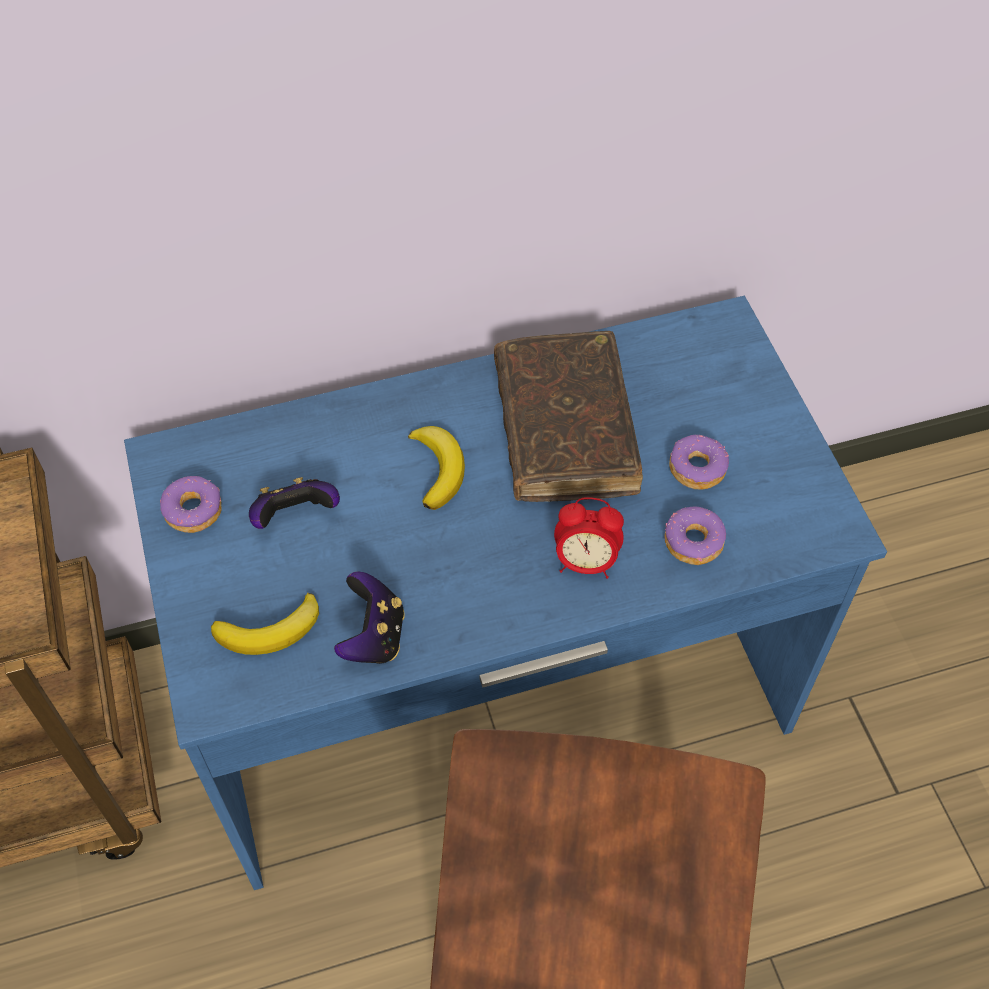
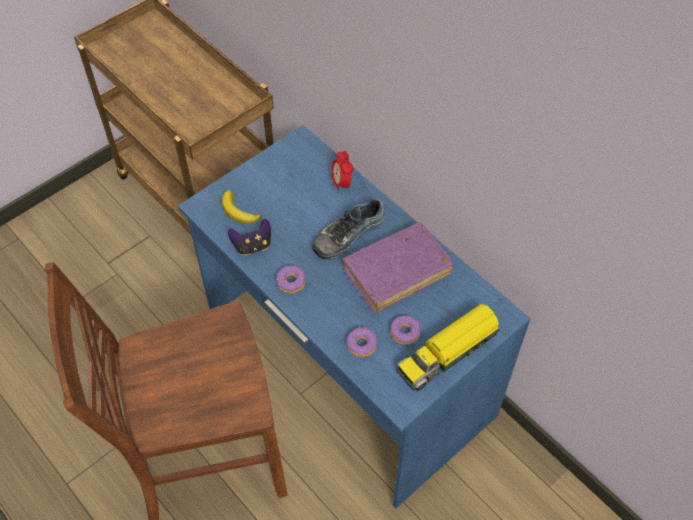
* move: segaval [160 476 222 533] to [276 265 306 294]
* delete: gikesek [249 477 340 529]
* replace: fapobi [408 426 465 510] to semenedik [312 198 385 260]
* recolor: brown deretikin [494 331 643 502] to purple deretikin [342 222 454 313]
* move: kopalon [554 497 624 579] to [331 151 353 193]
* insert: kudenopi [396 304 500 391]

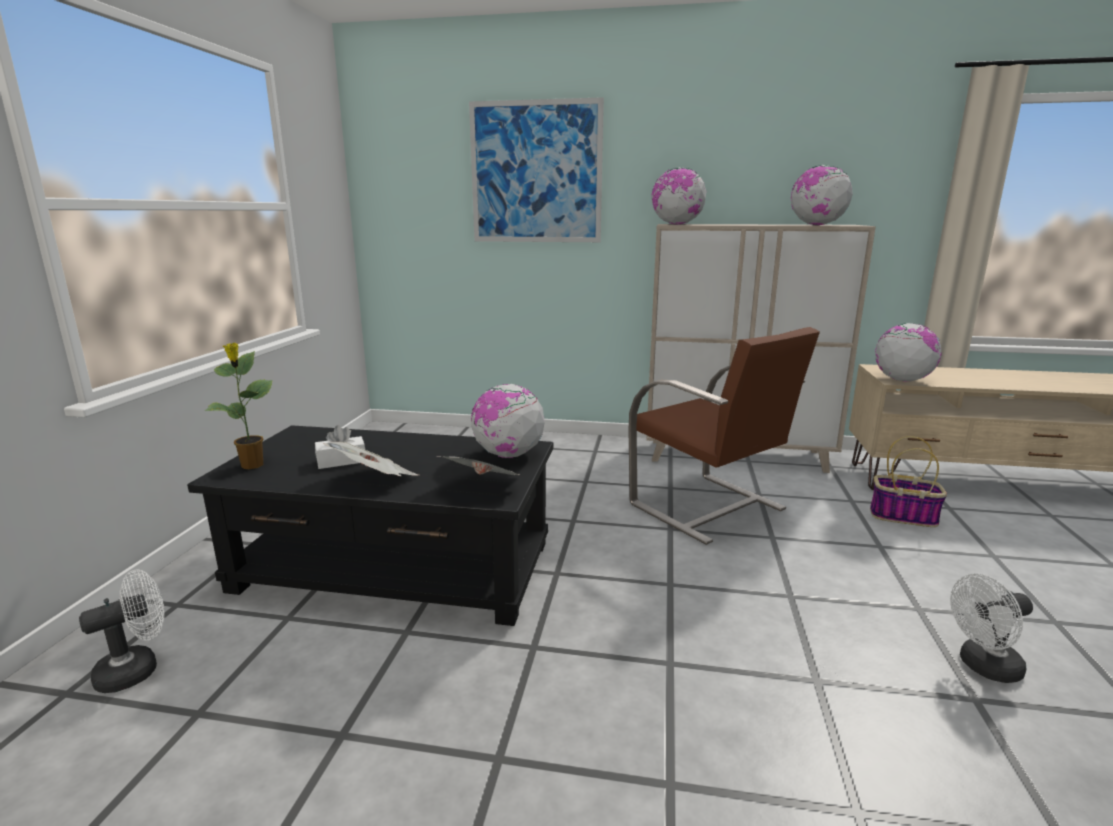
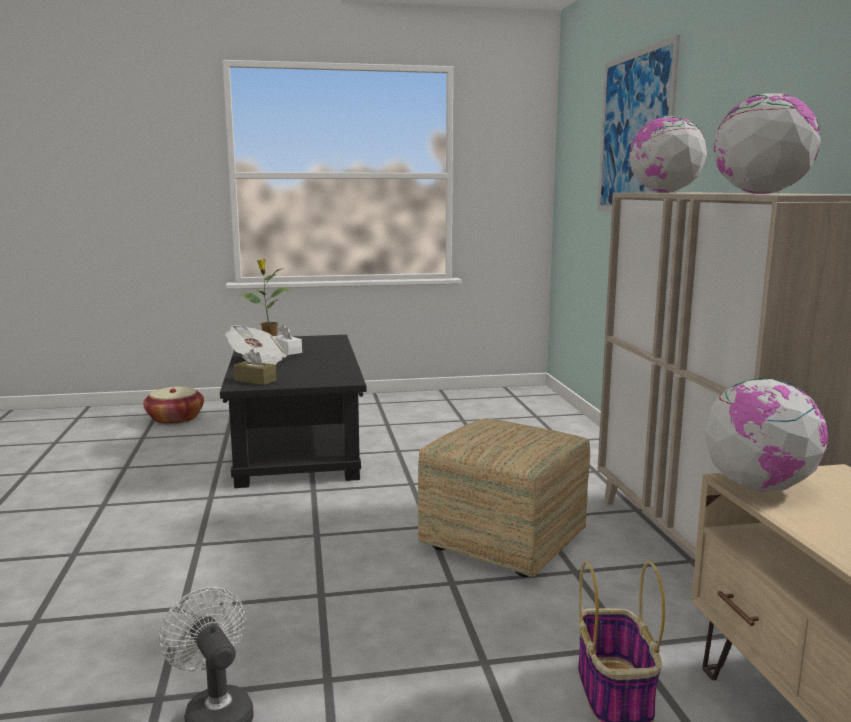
* replace: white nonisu [79 569 164 693] to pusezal [143 386 204 425]
* replace: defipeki [436 456 520 475] to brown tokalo [233 349 276 385]
* delete: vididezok [471 384 545 458]
* replace: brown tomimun [628 327 820 545] to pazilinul [418 419 590 577]

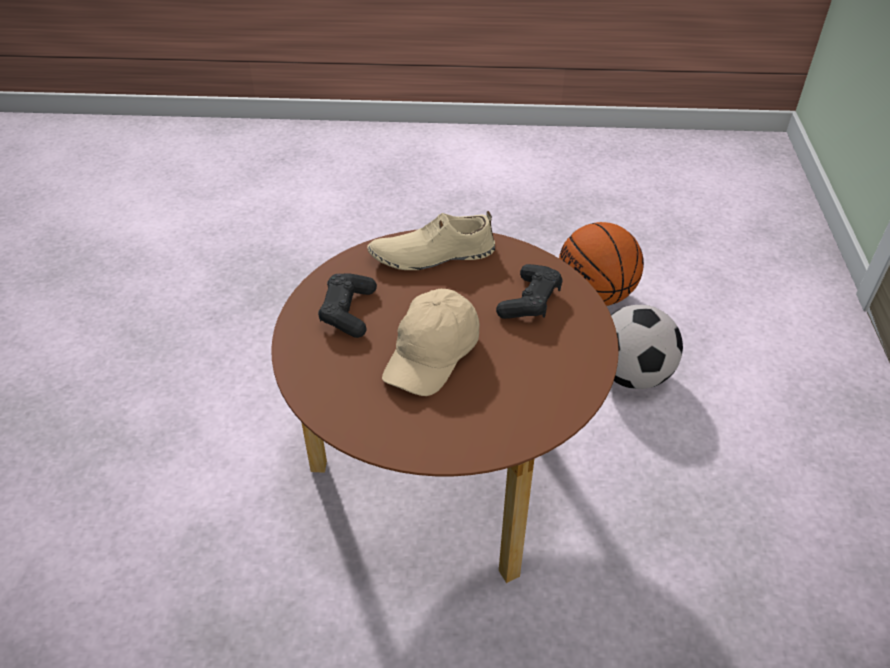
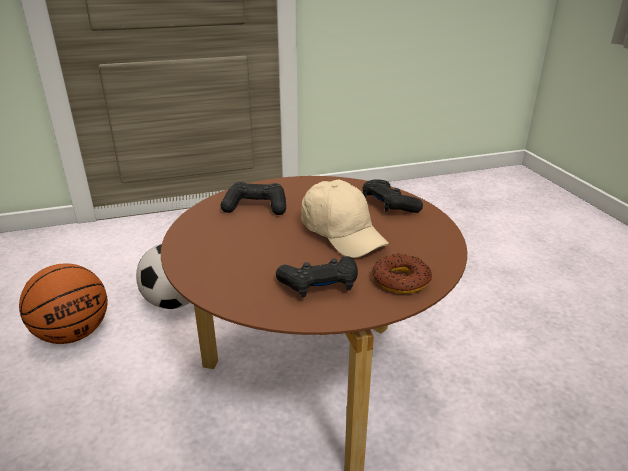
* delete: beige semenedik [367 211 495 270]
* rotate: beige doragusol [382 289 480 396] = [301 180 389 258] 45 degrees clockwise
* insert: black gikesek [363 179 423 213]
* insert: segaval [372 253 432 294]

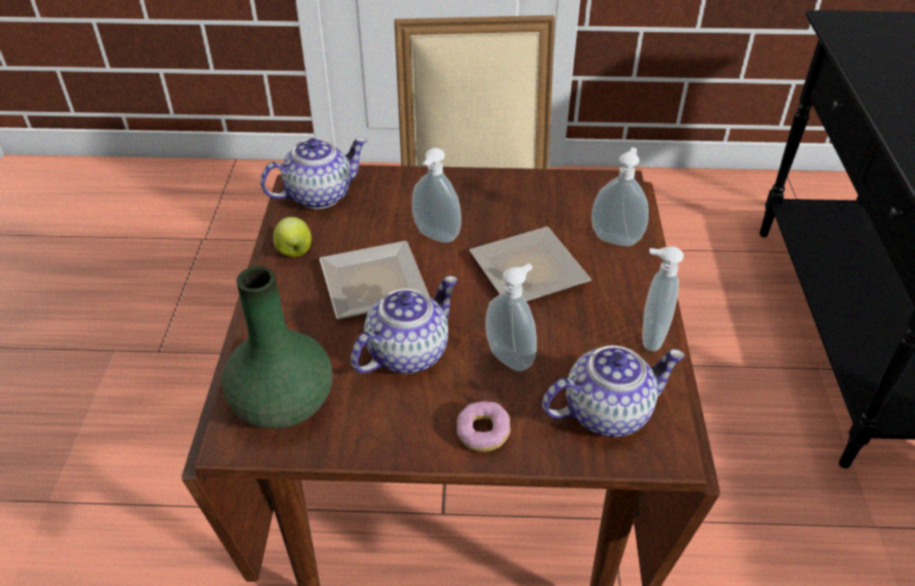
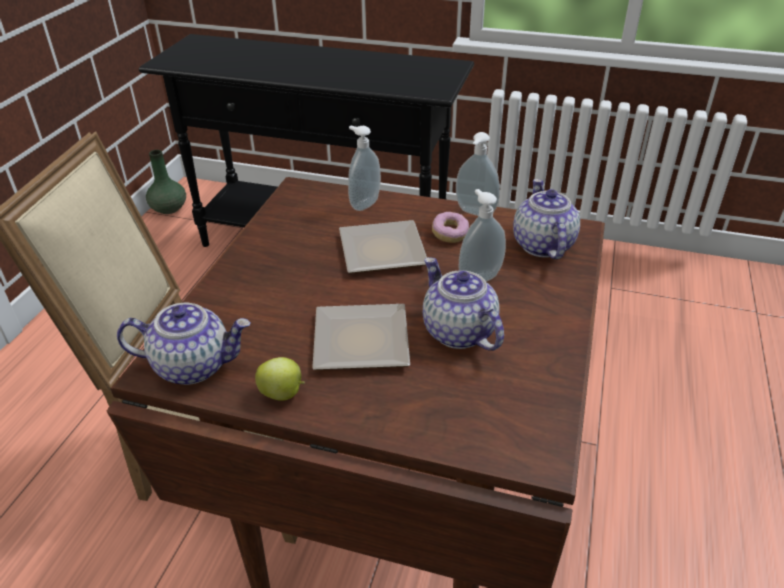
* move: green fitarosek [222 266 333 429] to [146 150 186 214]
* rotate: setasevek [260 137 368 209] = [117 303 251 385] 105 degrees clockwise
* delete: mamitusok [412 148 461 243]
* move: segaval [457 401 510 452] to [432 212 469 243]

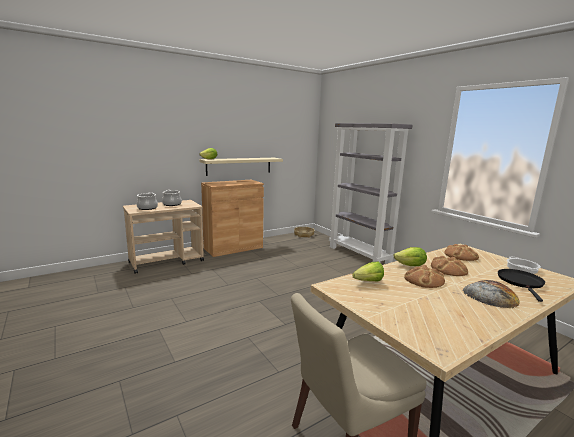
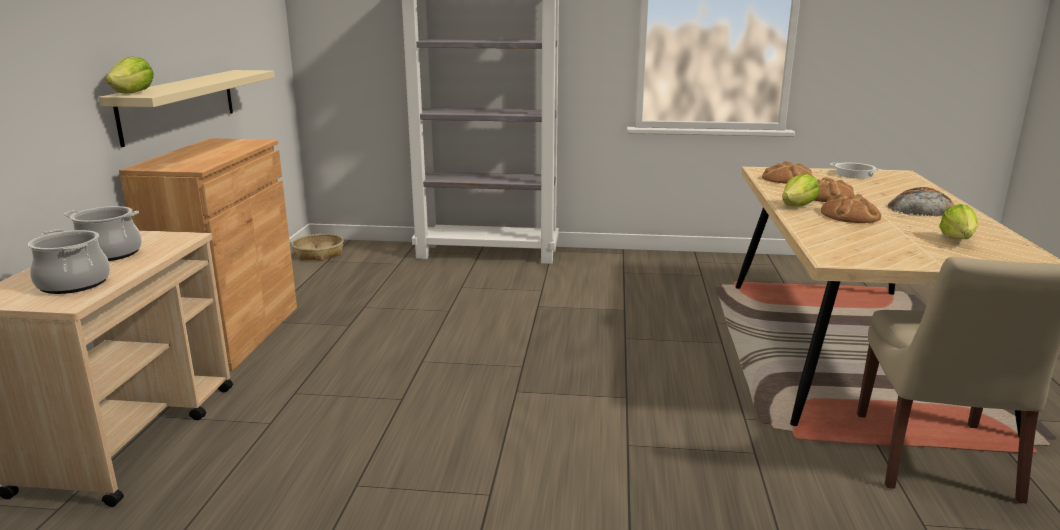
* move: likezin [352 262 384 281] to [939 204 978 239]
* delete: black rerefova [498 269 545 302]

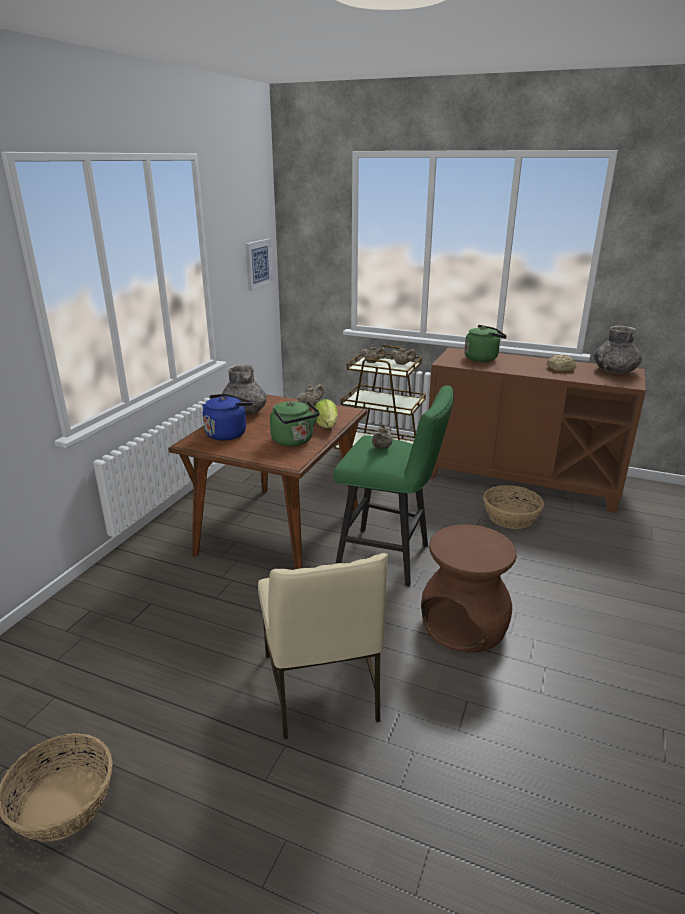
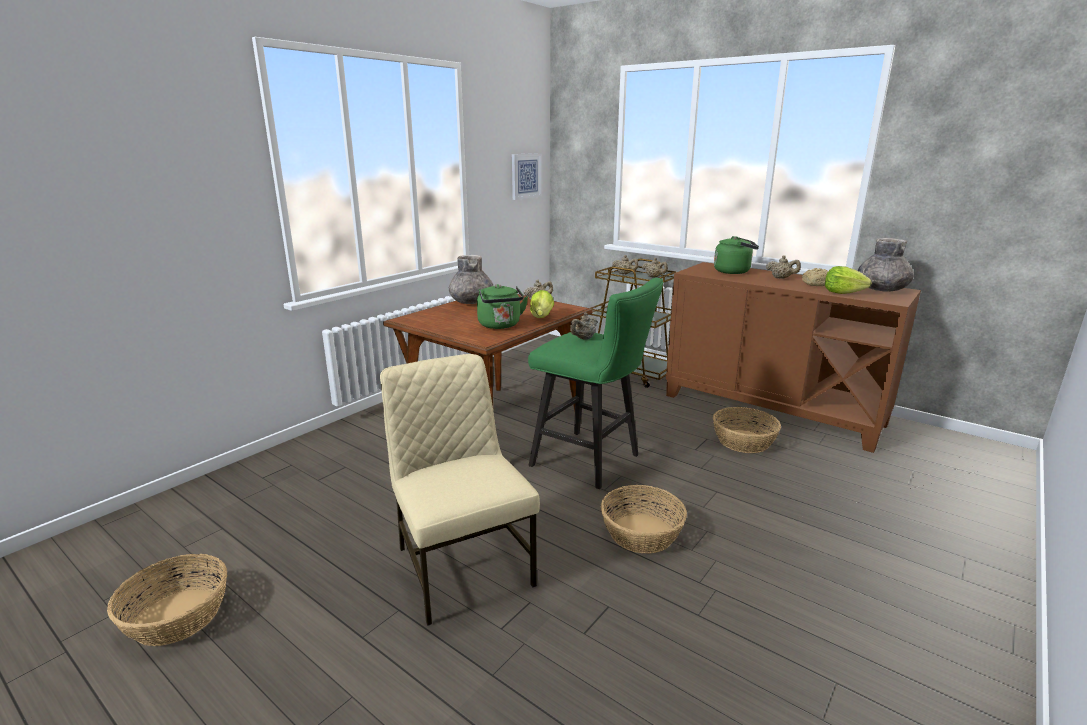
* delete: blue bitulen [202 394 253 440]
* rotate: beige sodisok [258 553 388 739] = [380 354 540 626] 150 degrees clockwise
* replace: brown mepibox [421 525 517 653] to pusezal [601 485 687 554]
* insert: beige setasevek [766 256 801 279]
* insert: likezin [825 266 872 294]

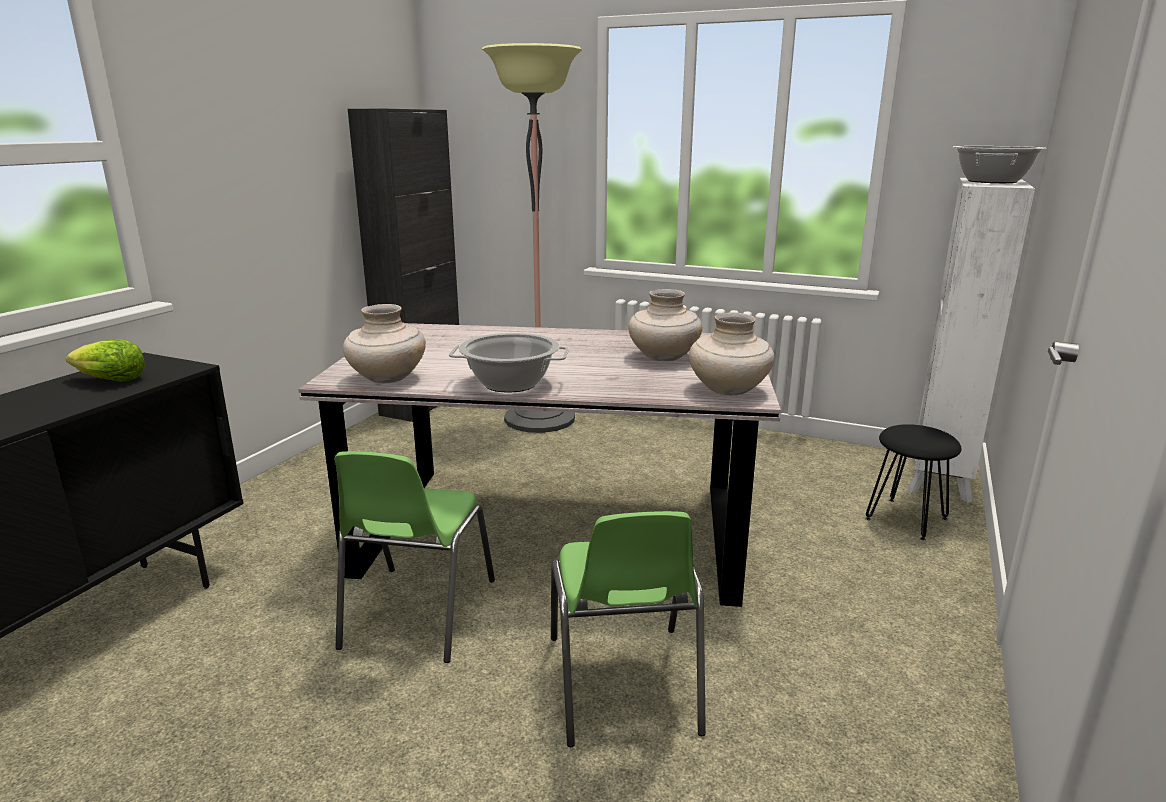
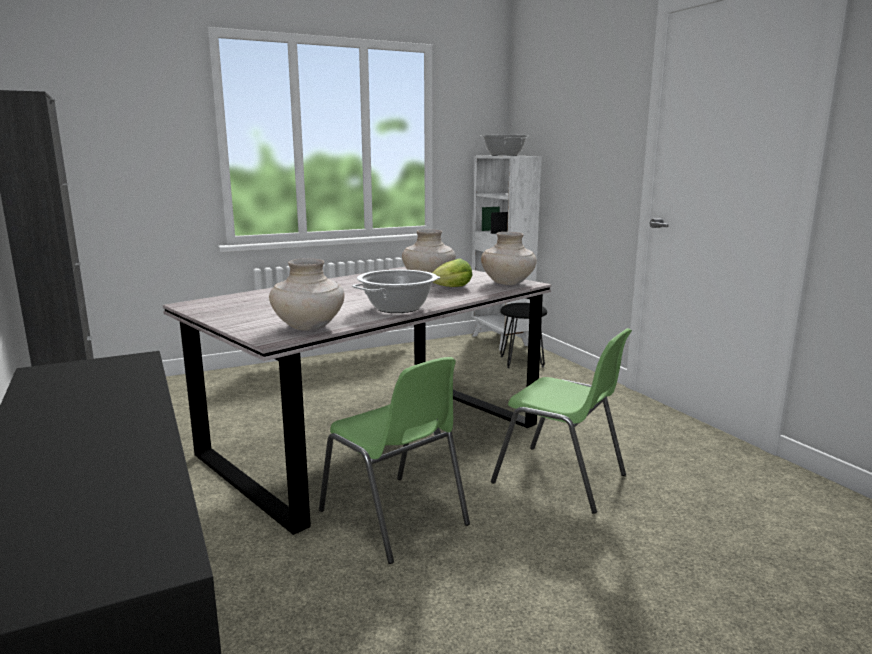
* move: likezin [66 339 146 382] to [432 258 472 287]
* delete: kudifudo [482 43 582 433]

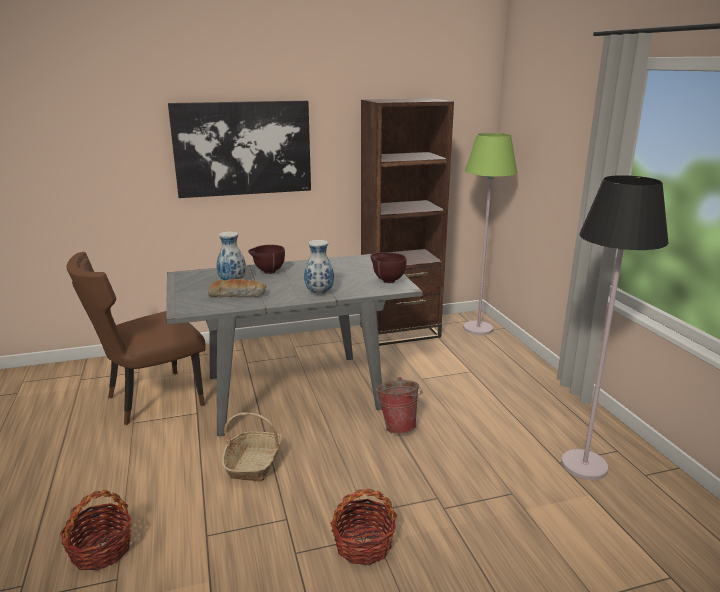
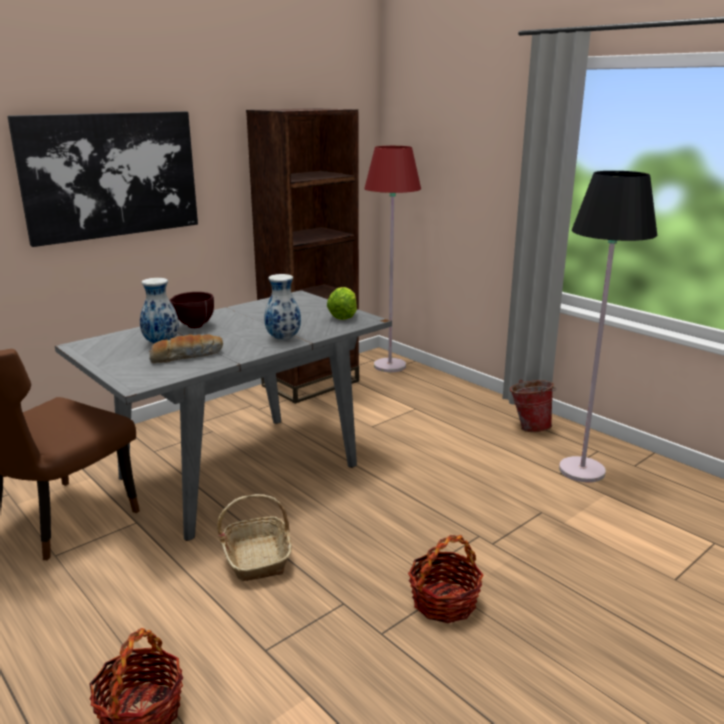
* replace: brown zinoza [371 252 407 283] to likezin [327 287 357 320]
* move: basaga [376 377 423 434] to [510 380 557 432]
* recolor: green kudifudo [464 133 517 335] to red kudifudo [364 146 421 372]

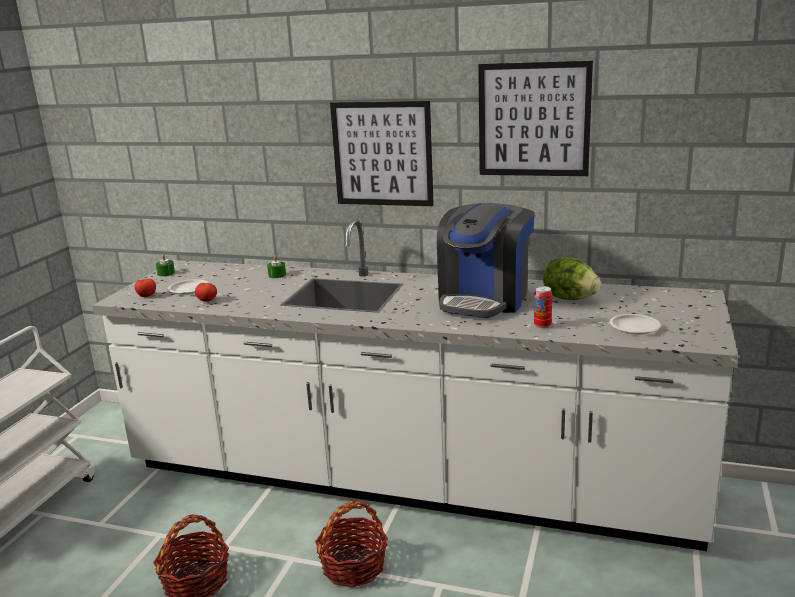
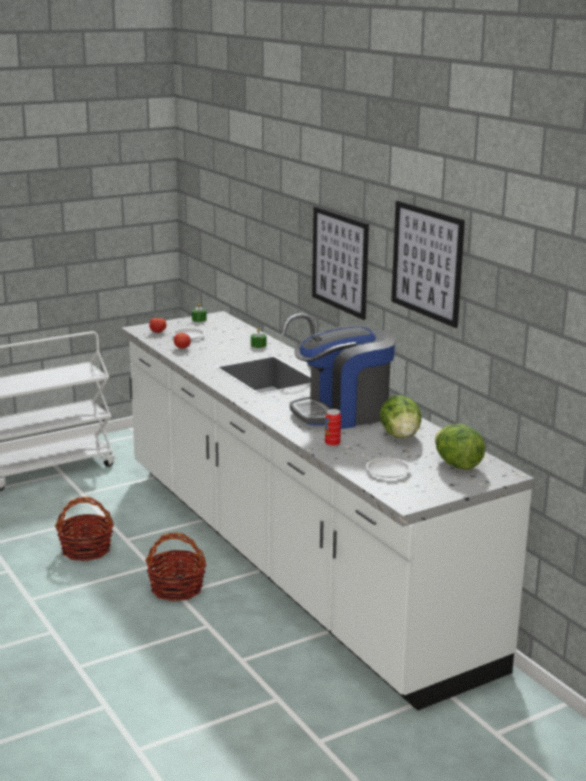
* insert: likezin [435 424 485 470]

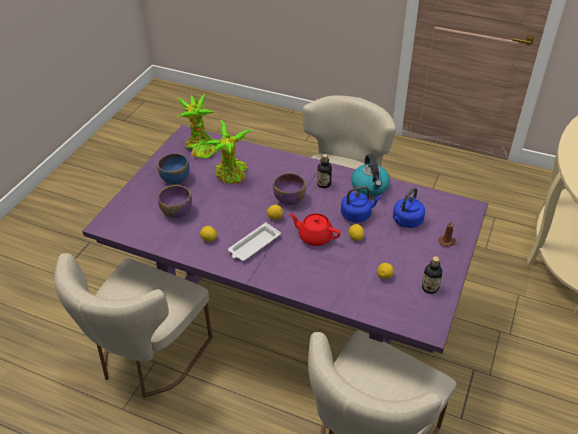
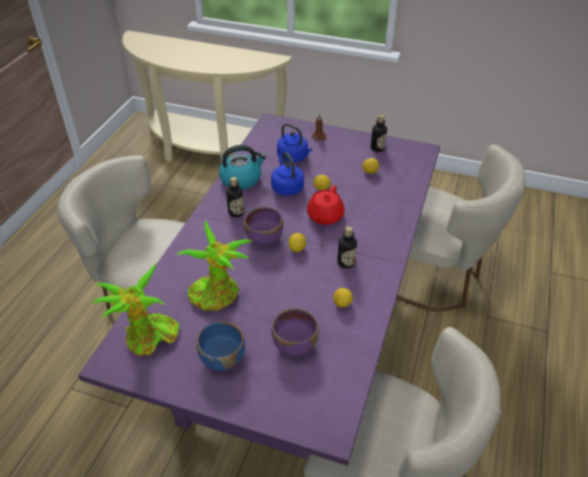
* replace: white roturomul [228 222 281 261] to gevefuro [337 226 357 269]

